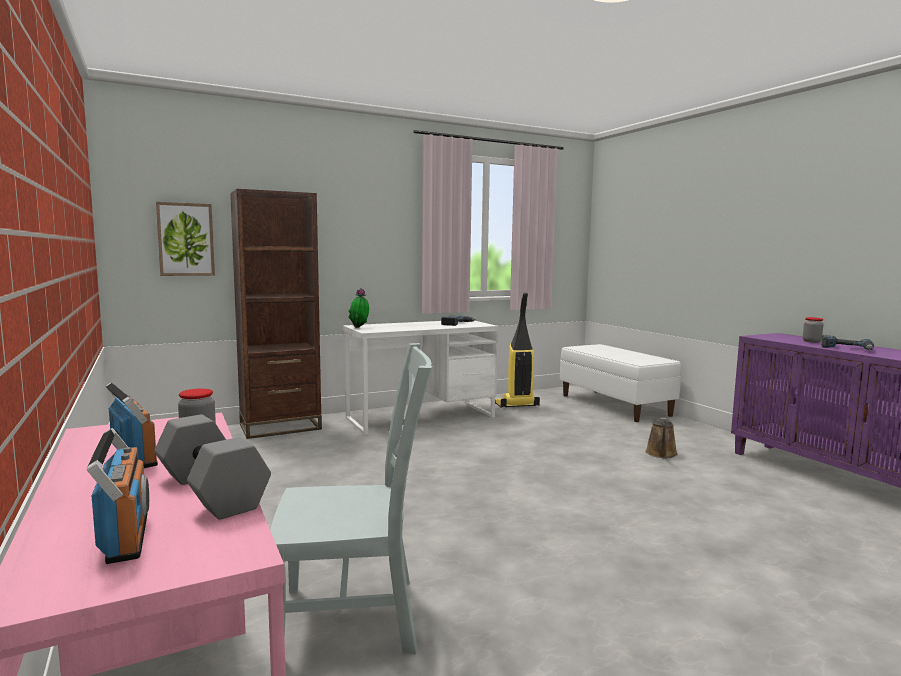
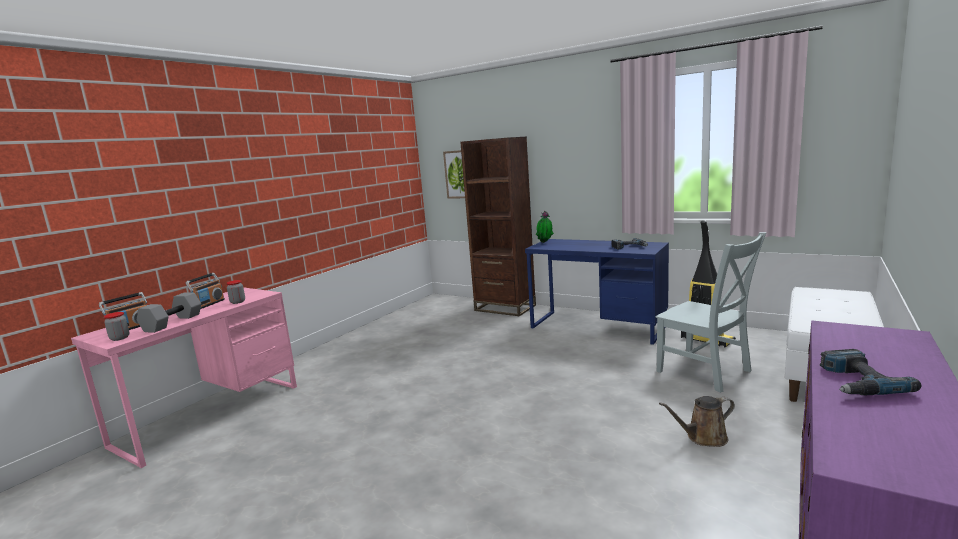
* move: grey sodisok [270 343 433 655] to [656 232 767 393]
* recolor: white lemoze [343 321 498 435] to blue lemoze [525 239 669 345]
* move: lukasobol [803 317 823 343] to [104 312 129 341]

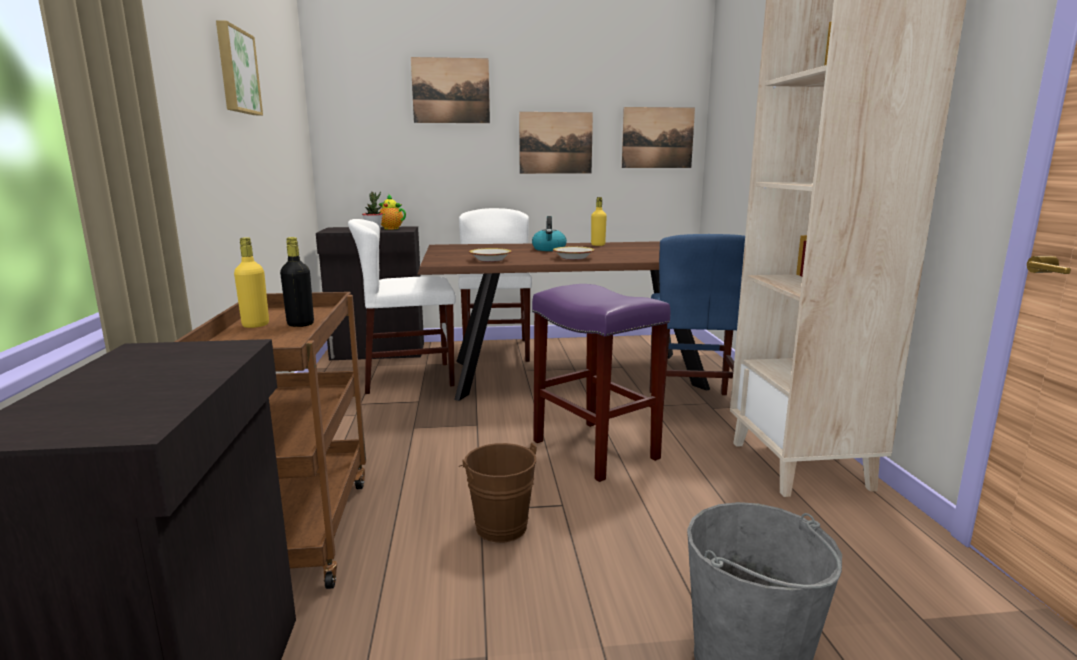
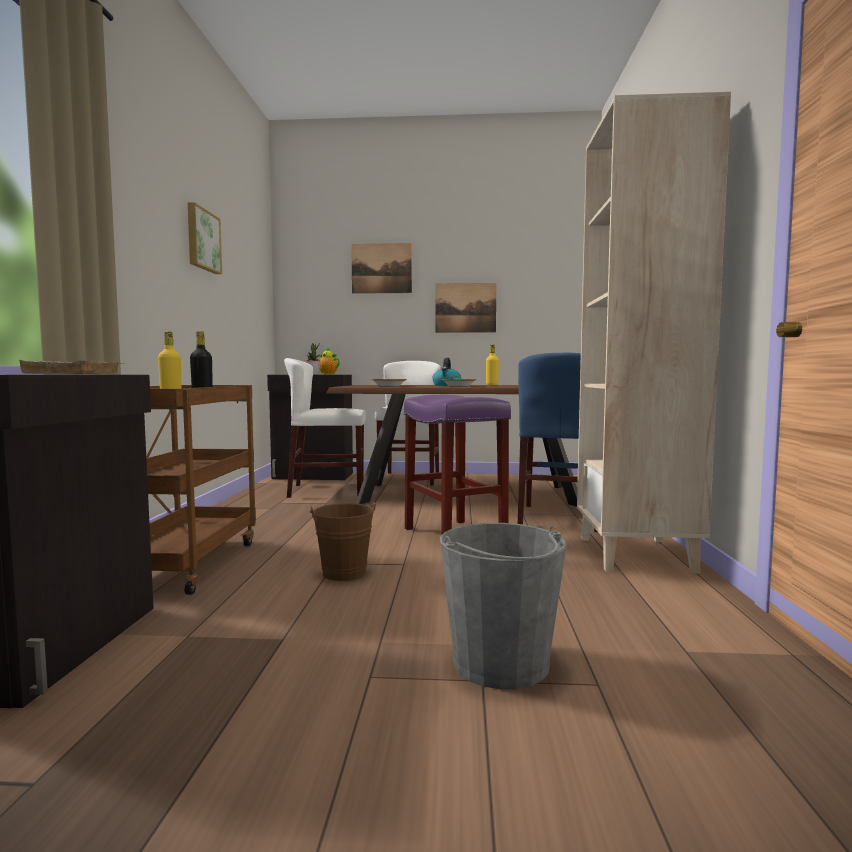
* delete: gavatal [622 107 695 168]
* insert: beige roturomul [17 359 125 374]

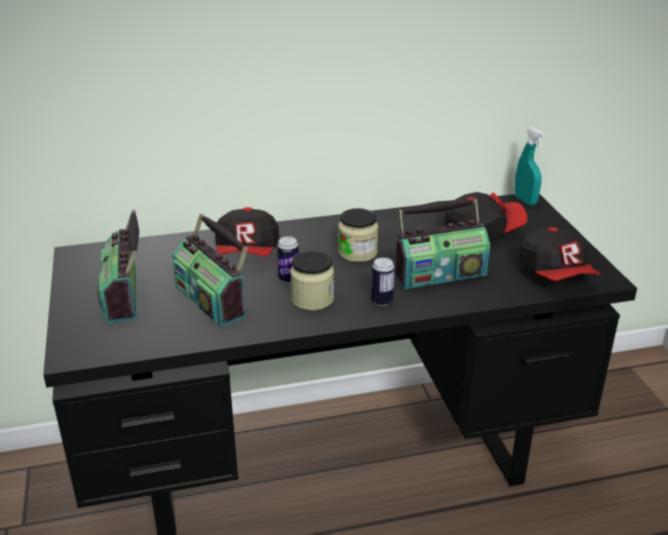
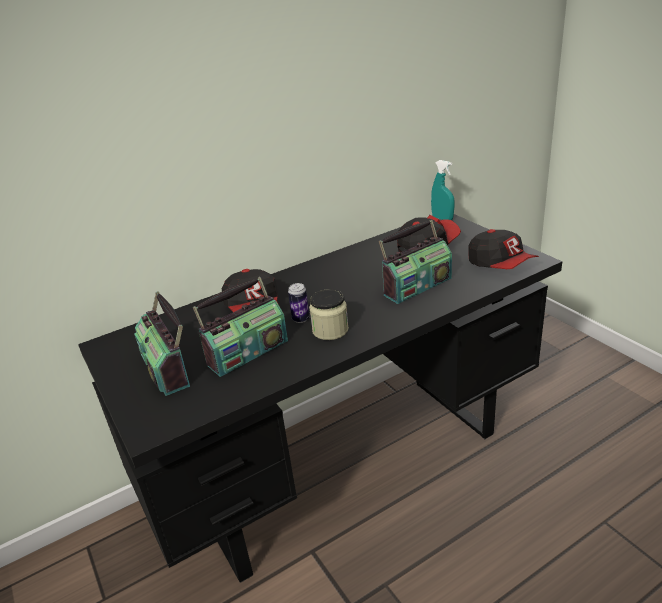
* rotate: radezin [172 214 248 327] = [193 277 288 377] 75 degrees counterclockwise
* delete: lukasobol [338 208 378 262]
* delete: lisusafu [371 257 395 306]

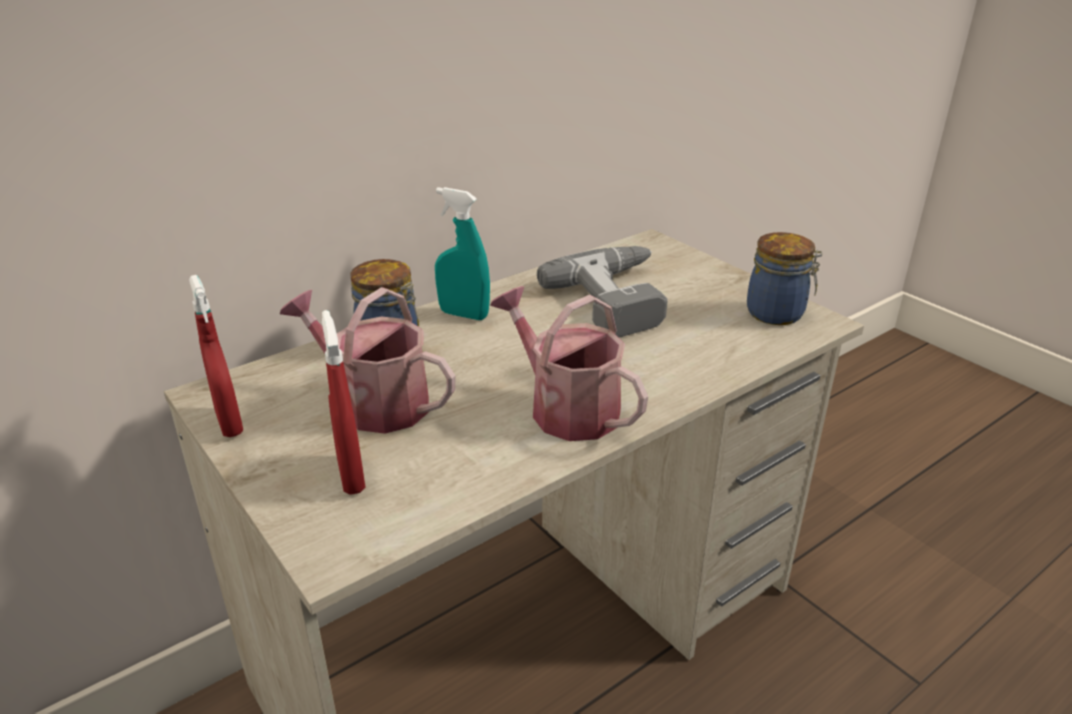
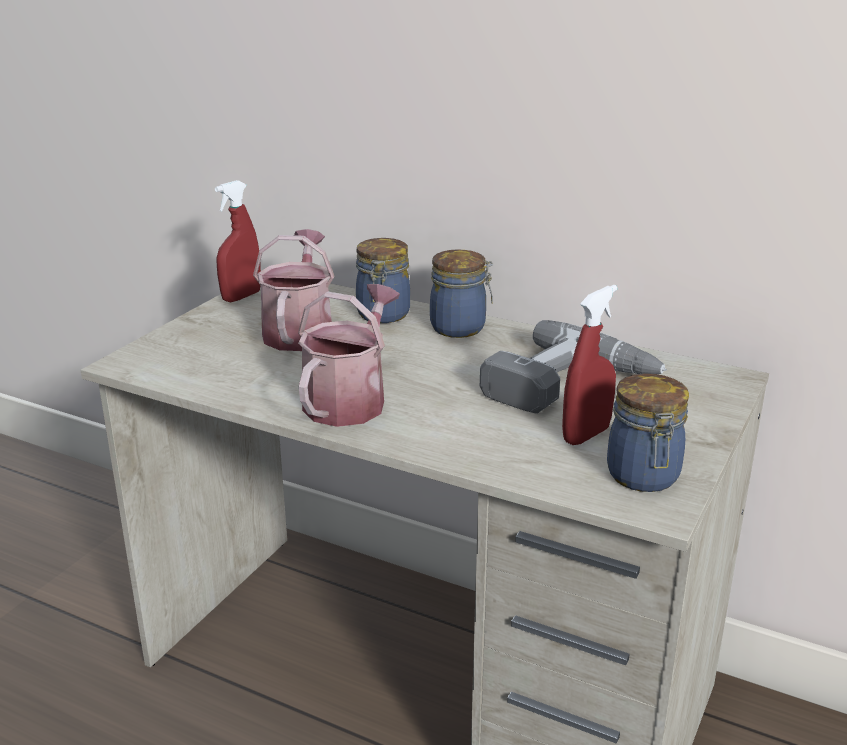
* move: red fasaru [322 310 366 495] to [562 285 617 445]
* replace: turquoise fasaru [435 187 490 320] to lukasobol [430 249 493 338]

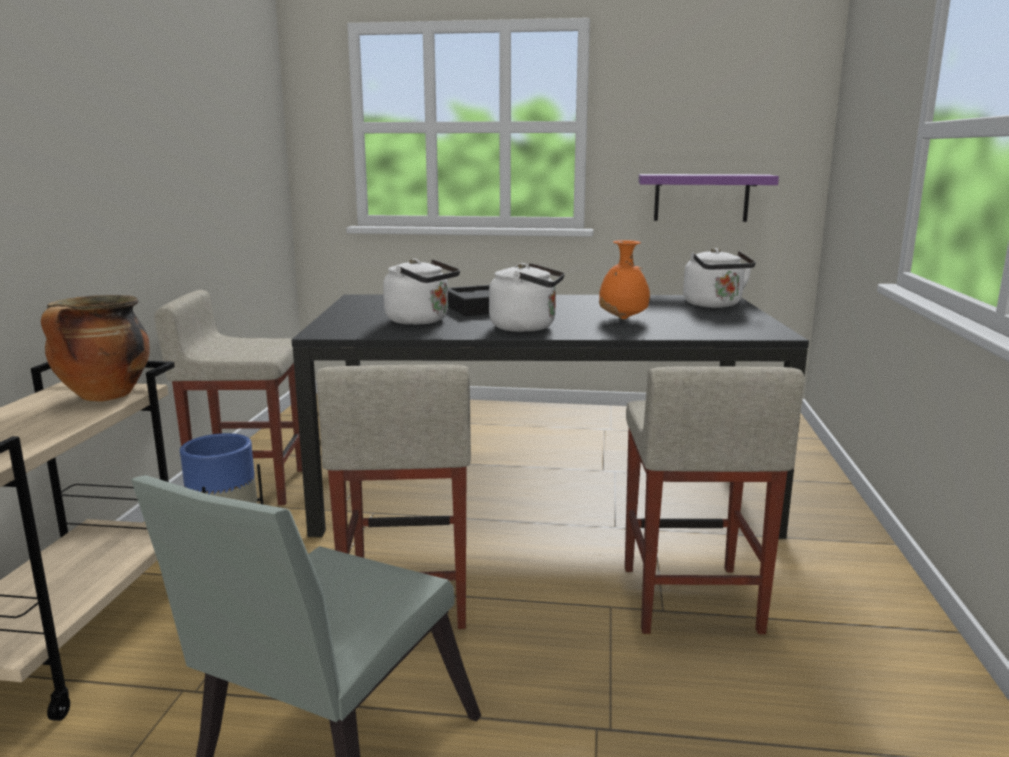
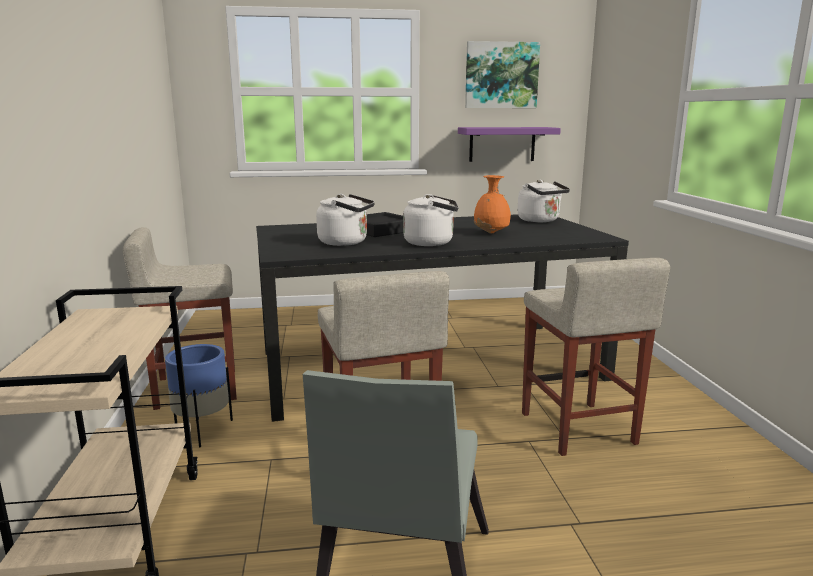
* delete: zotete [41 295 150 402]
* insert: gavatal [465 41 540 108]

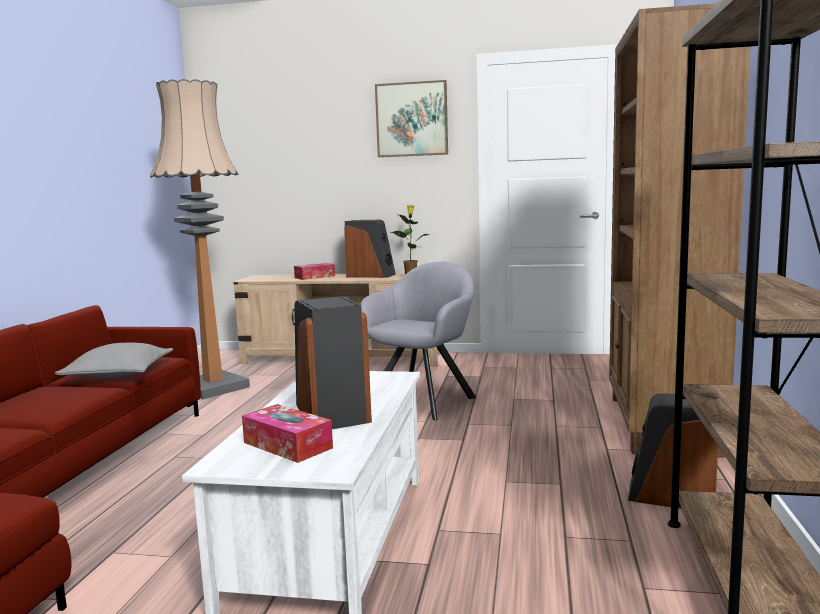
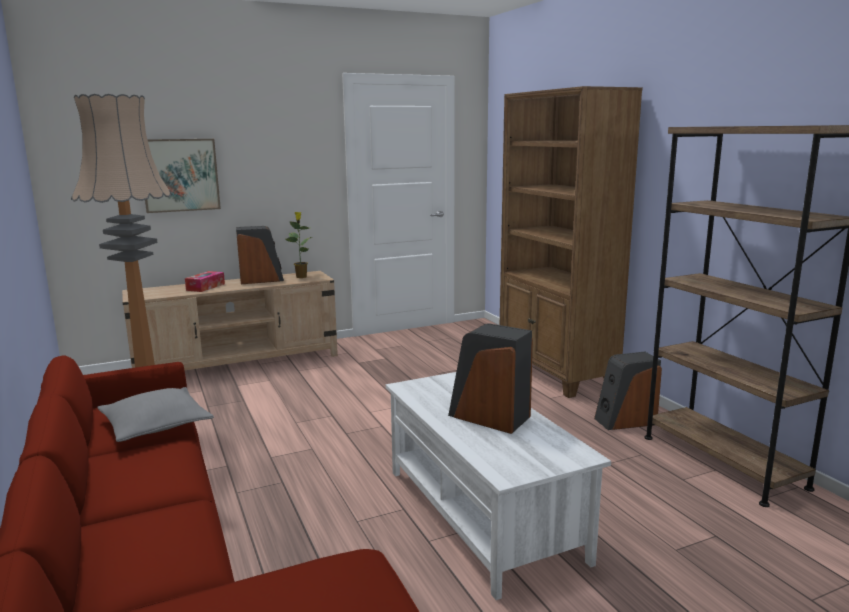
* delete: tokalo [242 404 333 463]
* delete: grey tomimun [360 262 476 420]
* move: gavatal [375 80 448 157] to [145 139 221 213]

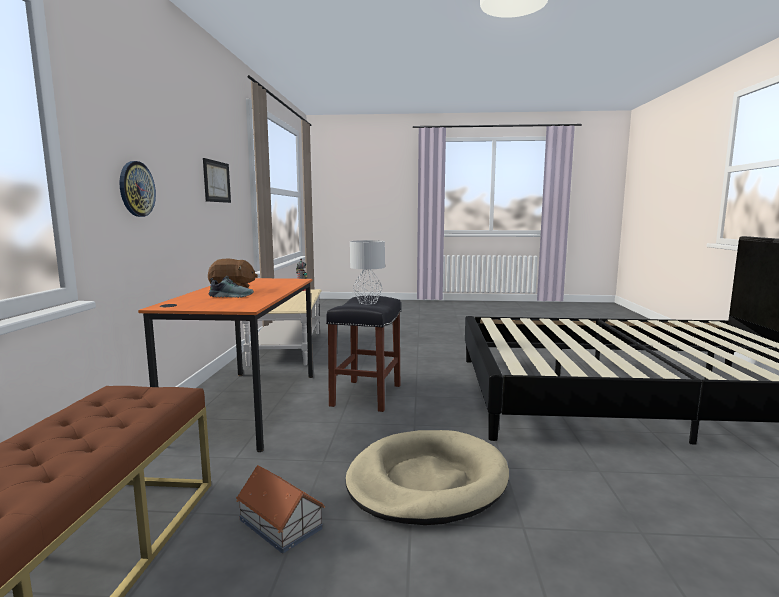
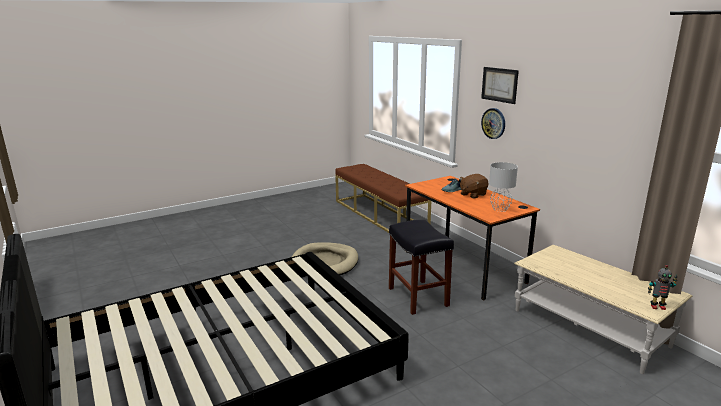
* move: gavatal [203 158 231 203] to [481 67 519 104]
* delete: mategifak [236 465 325 554]
* move: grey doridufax [350 240 385 304] to [489 162 518 212]

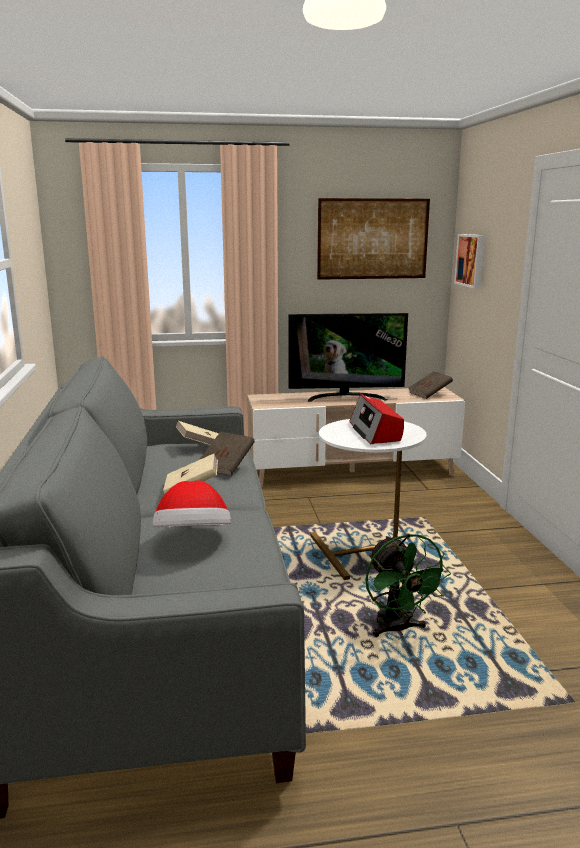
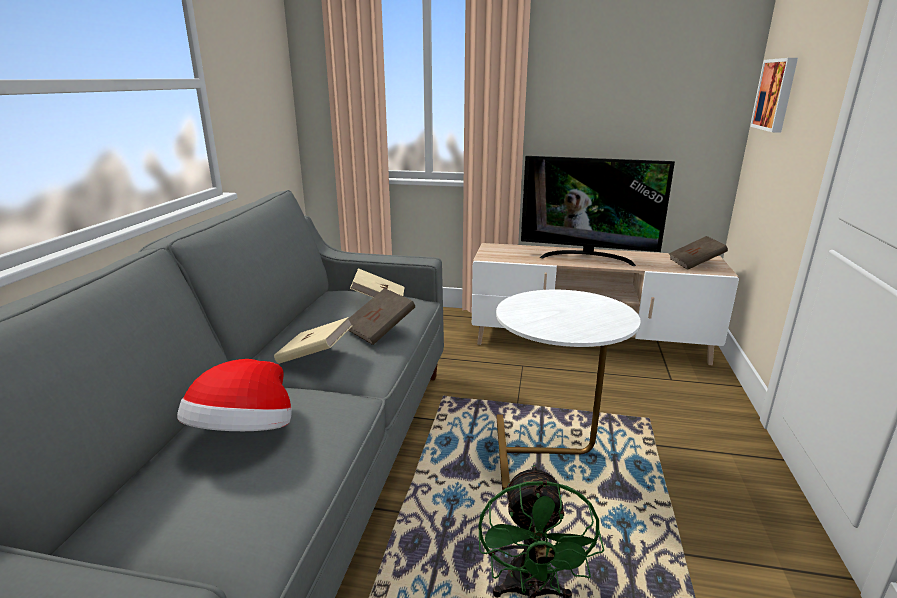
* delete: gavatal [317 198 430 280]
* delete: radezin [349 394 404 444]

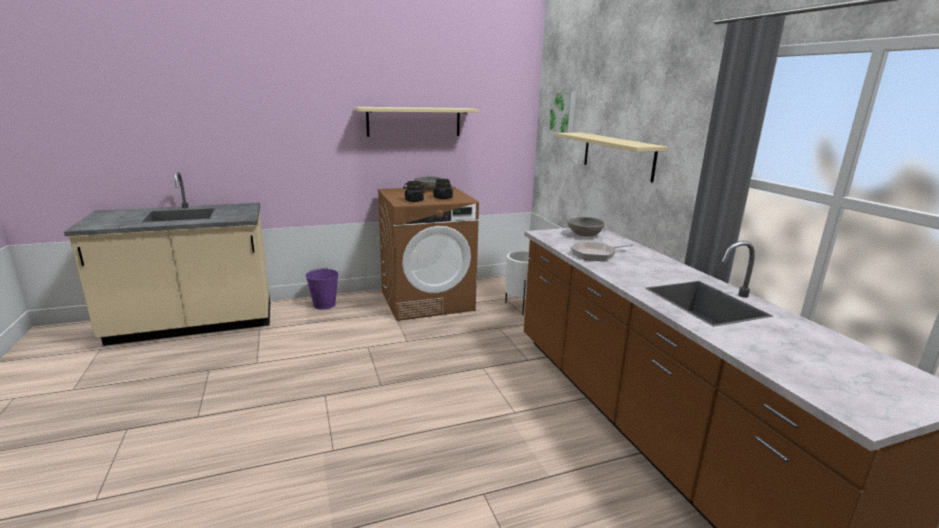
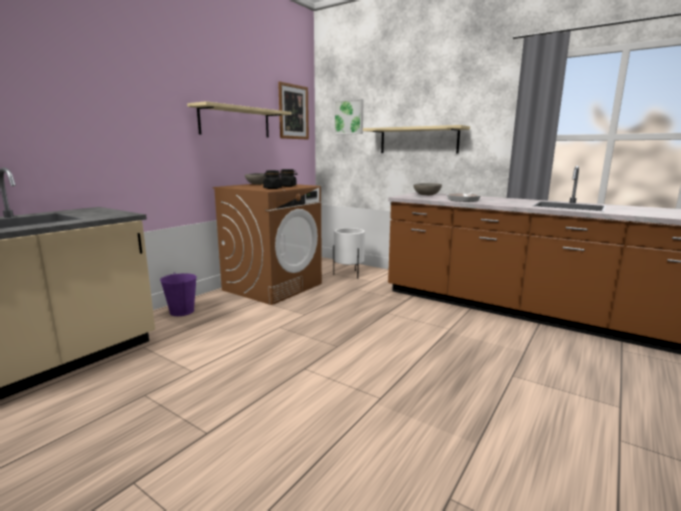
* insert: gavatal [278 82 309 140]

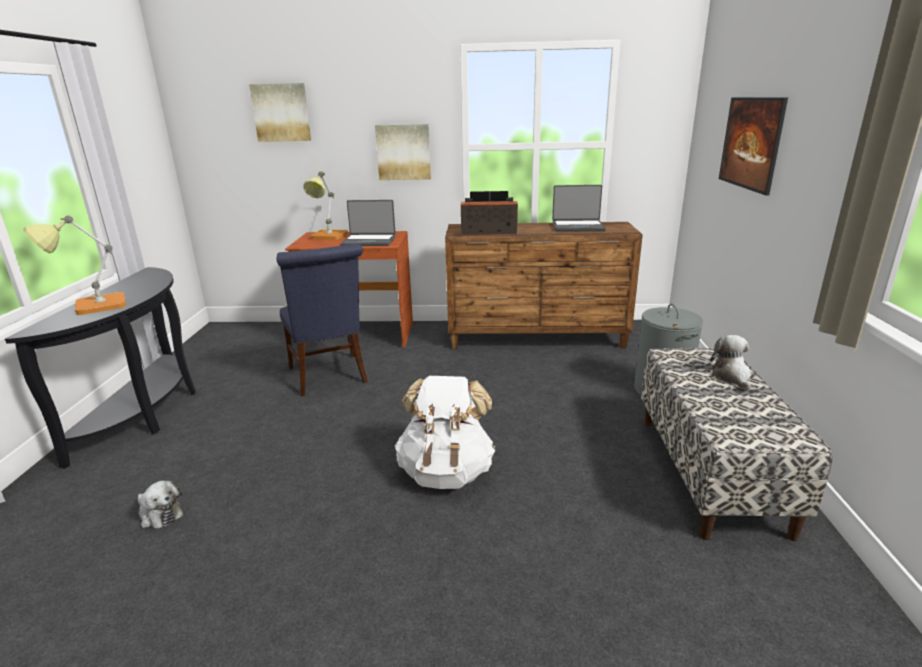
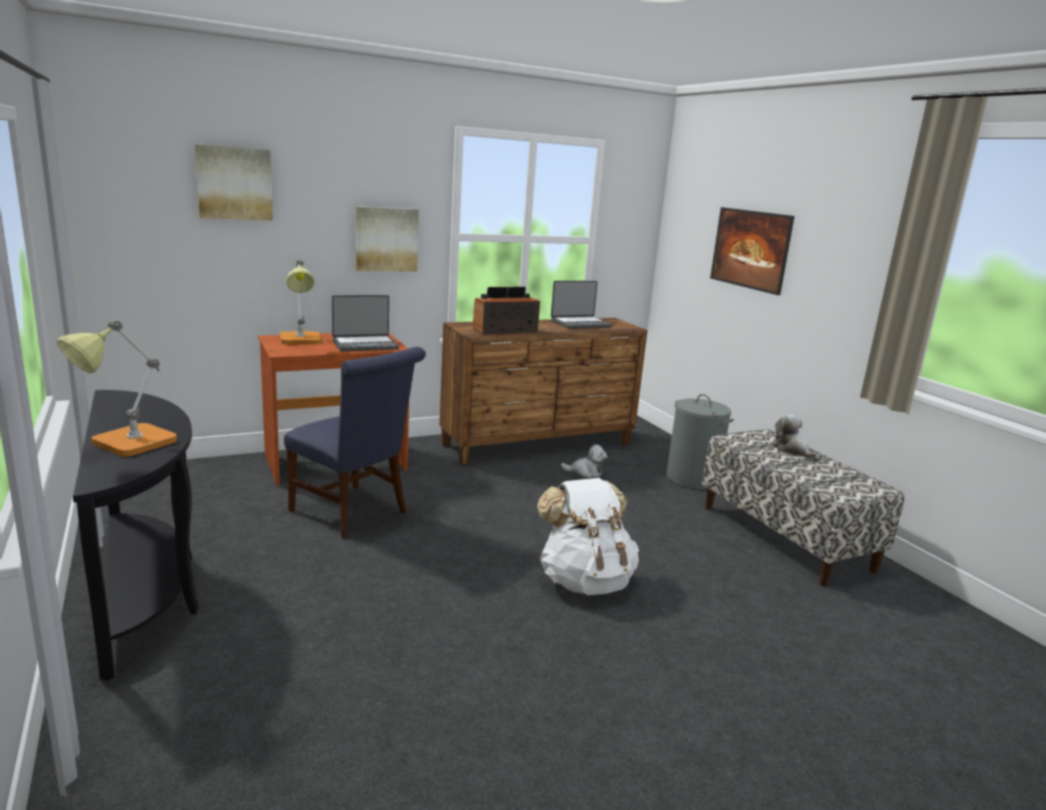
* move: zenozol [138 480 183 529] to [561 444 607 478]

